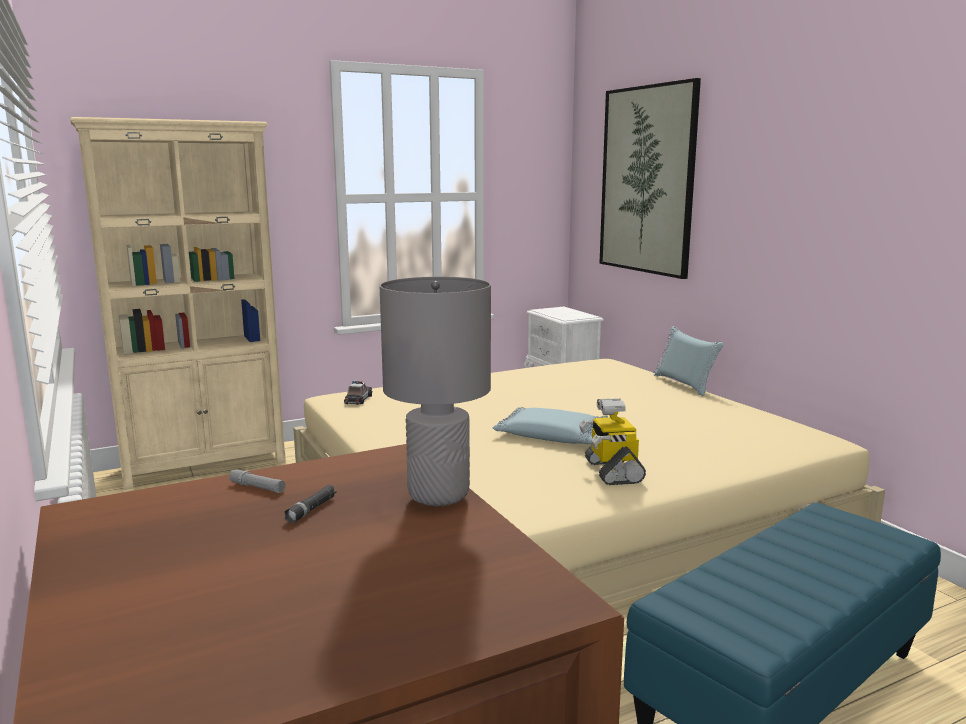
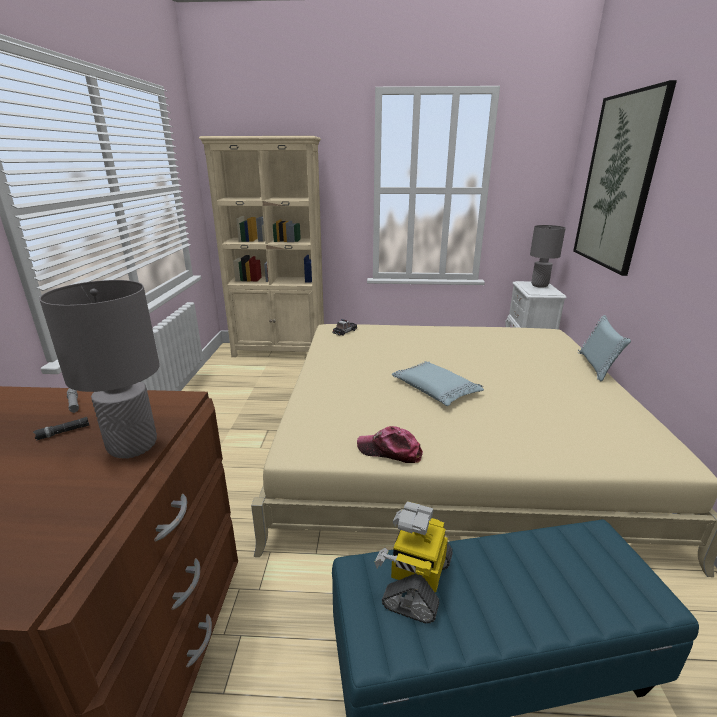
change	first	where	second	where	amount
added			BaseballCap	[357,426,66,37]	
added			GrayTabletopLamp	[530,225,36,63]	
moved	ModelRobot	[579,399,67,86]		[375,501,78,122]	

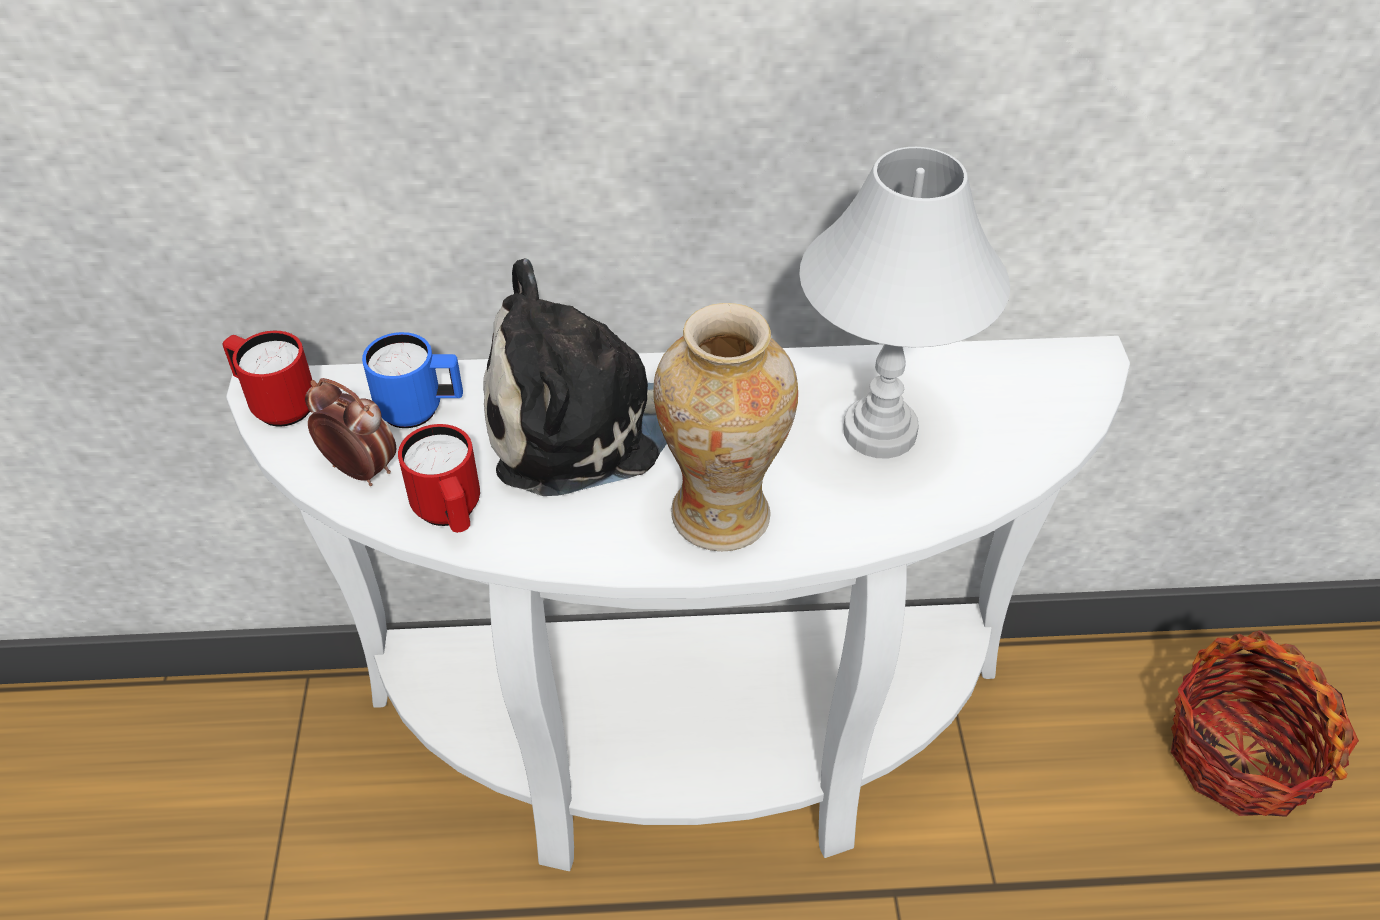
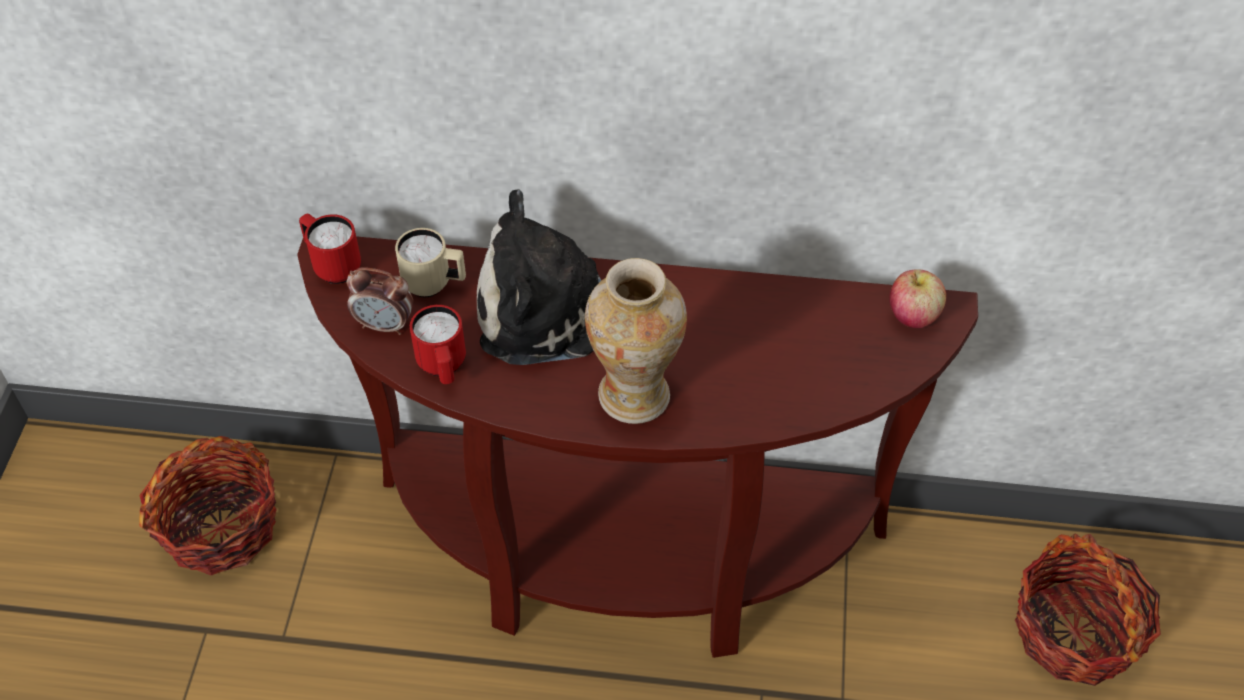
change	first	where	second	where	amount
removed	WhiteTabletopLamp	[799,147,211,312]			
added			Basket	[139,436,138,139]	
added			Apple	[889,269,57,59]	
recoloured	WhiteHallTable	[226,336,904,535]	BrownHallTable	[298,236,680,422]	
recoloured	BluishMug	[362,332,101,96]	BeigeColouredMug	[395,228,71,69]	
turned	AlarmClock	[305,378,91,108]		[347,267,66,68]	150 degrees clockwise

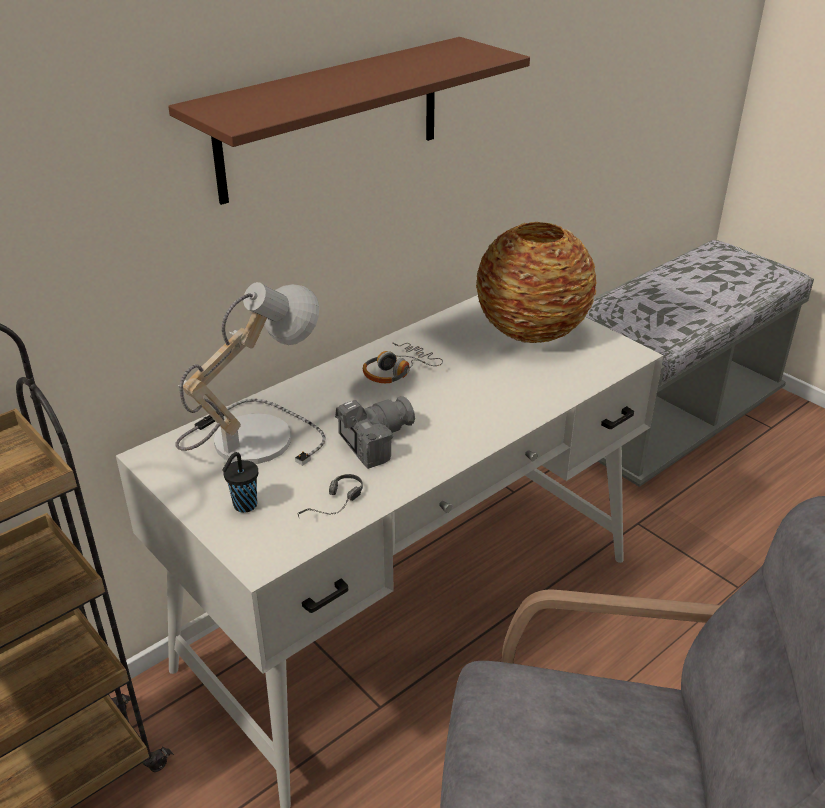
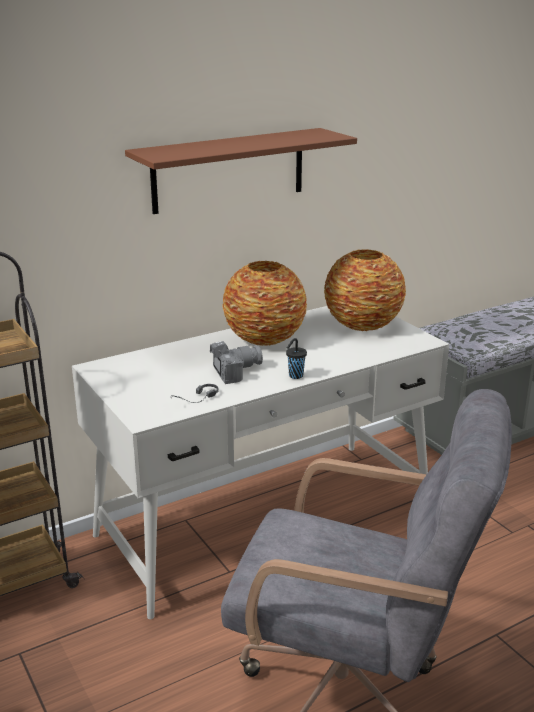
change	first	where	second	where	amount
removed	TabletopLamp	[175,282,151,184]			
moved	BlackishDrinkingCup	[222,452,36,61]		[286,338,21,41]	
replaced	PairOfHeadphones	[363,342,80,41]	FlowerVase	[222,261,85,85]	

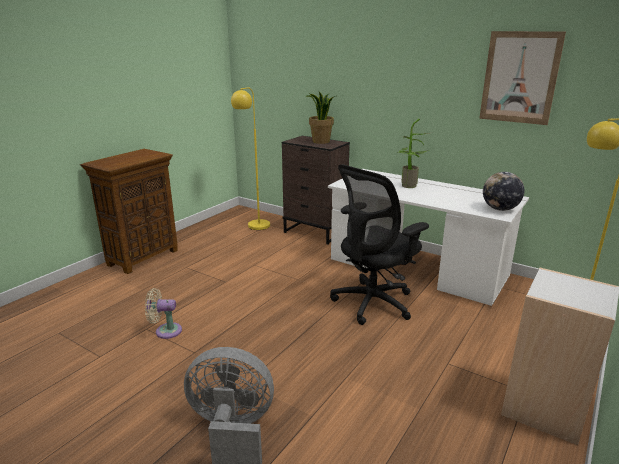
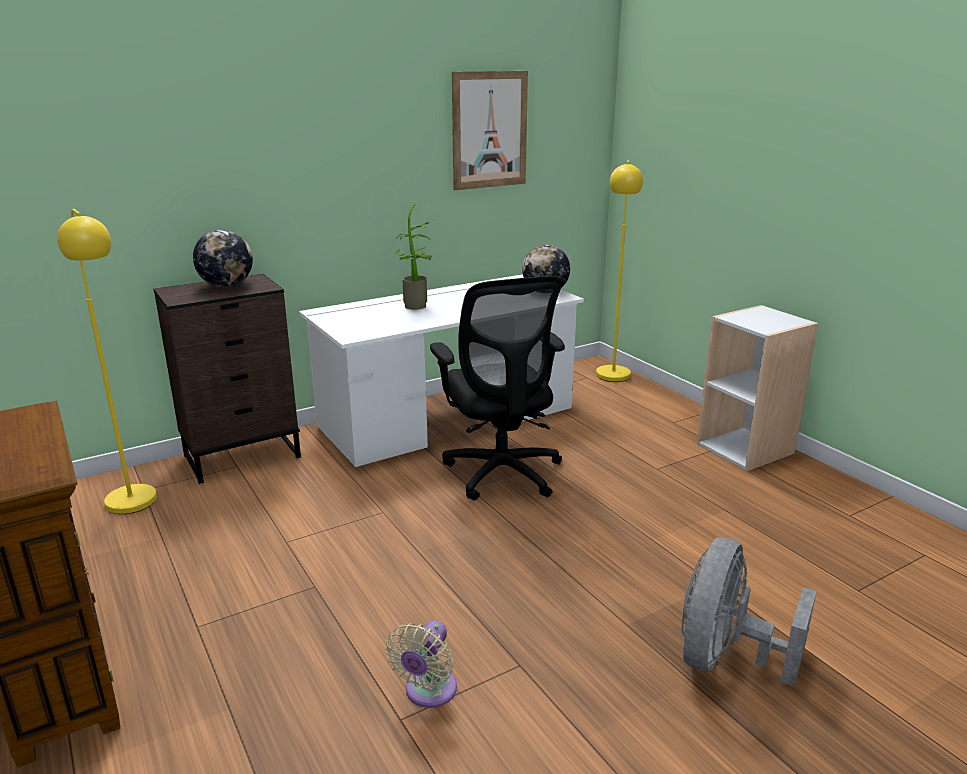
change	first	where	second	where	amount
replaced	PottedPlant	[305,92,30,52]	WorldGlobe	[193,230,60,57]	

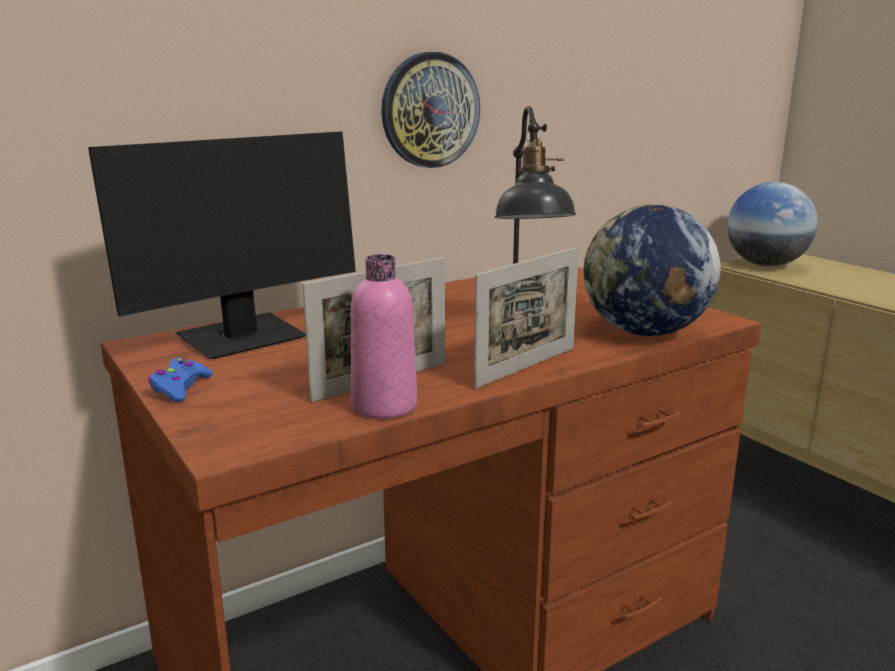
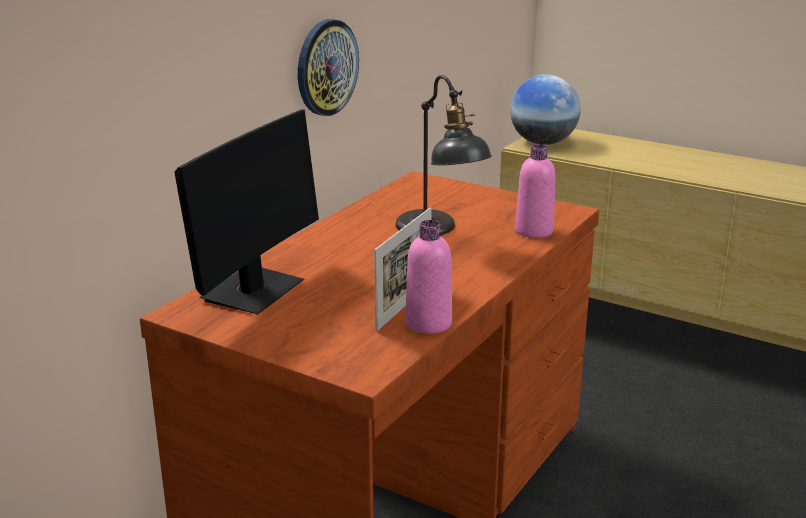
change	first	where	second	where	amount
removed	BluishGameController	[148,357,65,45]			
removed	PhotoFrame	[474,247,105,142]			
replaced	WorldGlobe	[583,205,138,131]	PinkColouredDrinkBottle	[515,144,40,94]	

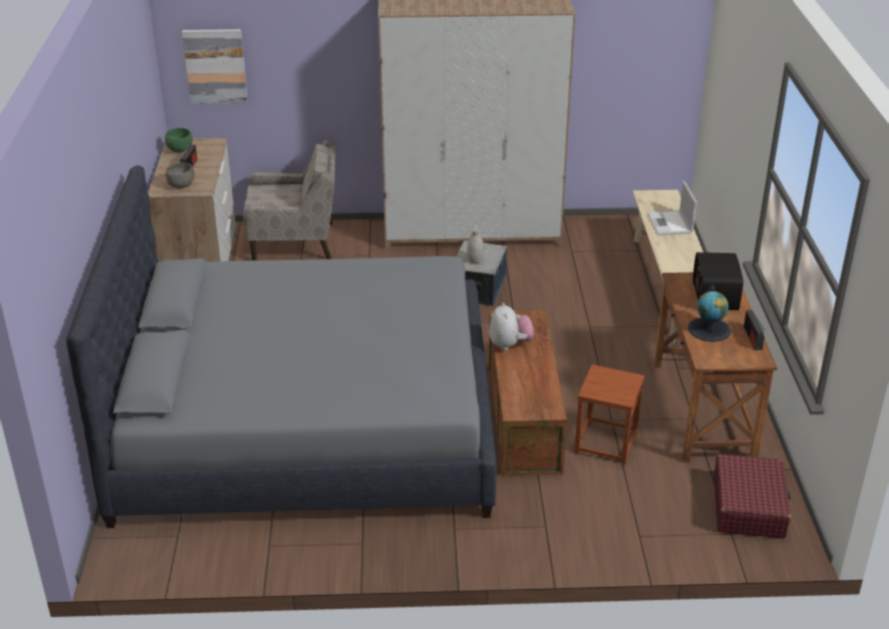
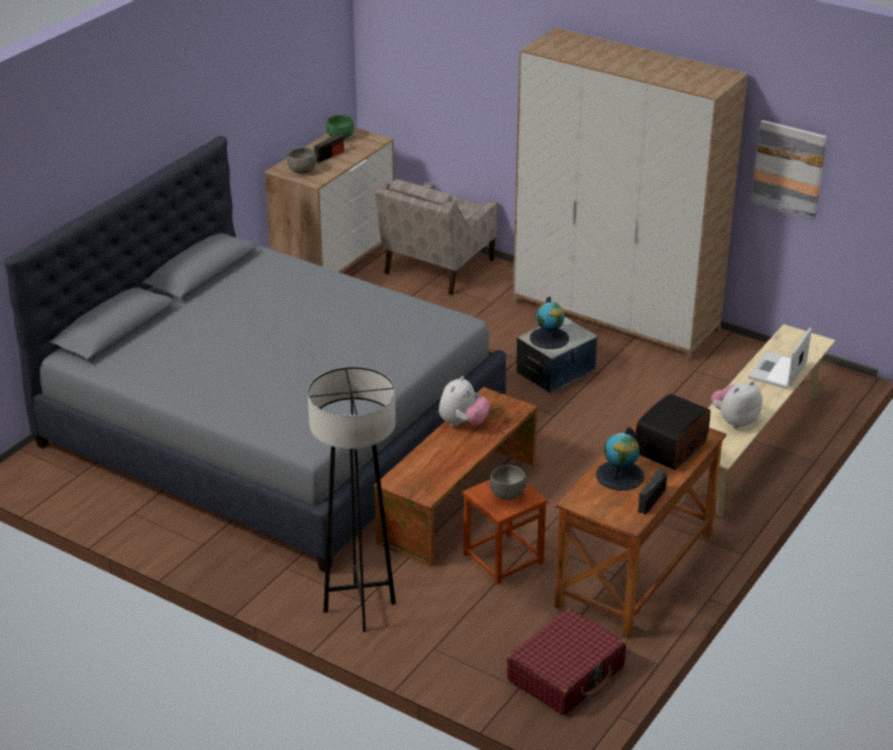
change	first	where	second	where	amount
added			GrayStandingLamp	[308,367,88,265]	
added			GrayDeepDish	[489,465,38,35]	
added			CuddlyToy	[711,381,51,47]	
moved	WallArt	[182,29,66,75]		[751,120,76,100]	
replaced	WhiteFlowerVase	[467,225,17,38]	WorldGlobe	[530,297,39,52]	
turned	BeigeColouredLoungeChair	[244,140,92,121]		[375,179,123,116]	90 degrees clockwise

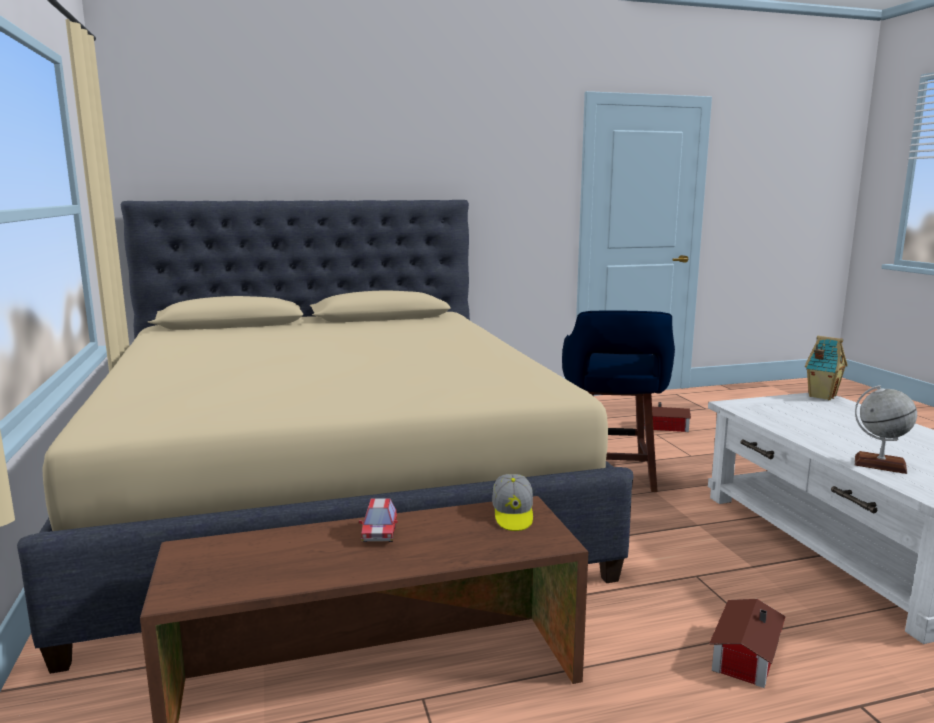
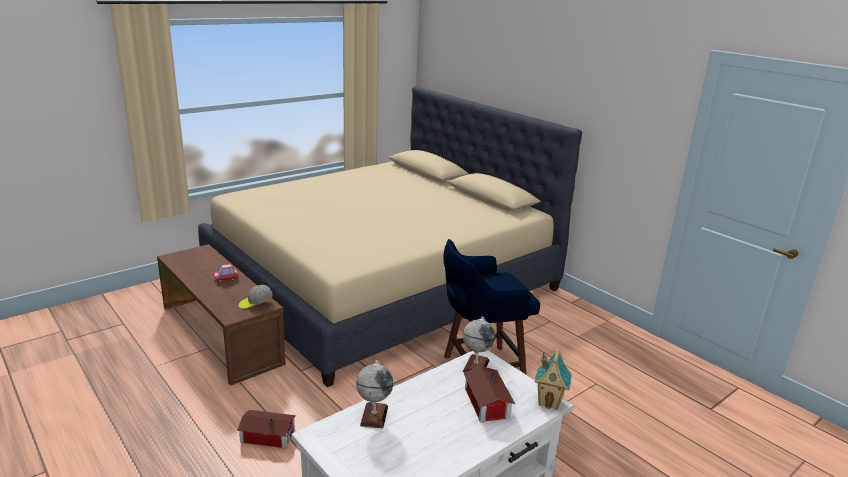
change	first	where	second	where	amount
added			WorldGlobe	[463,316,32,56]	
moved	ToyHouse	[644,402,47,30]		[464,366,51,56]	

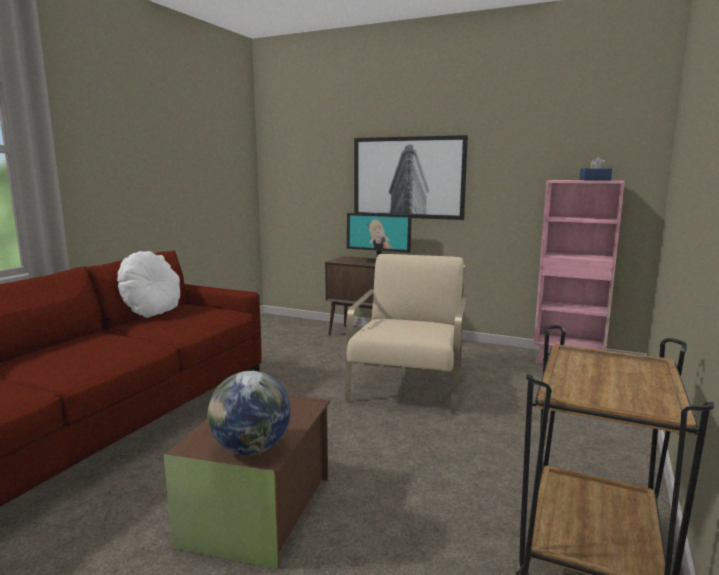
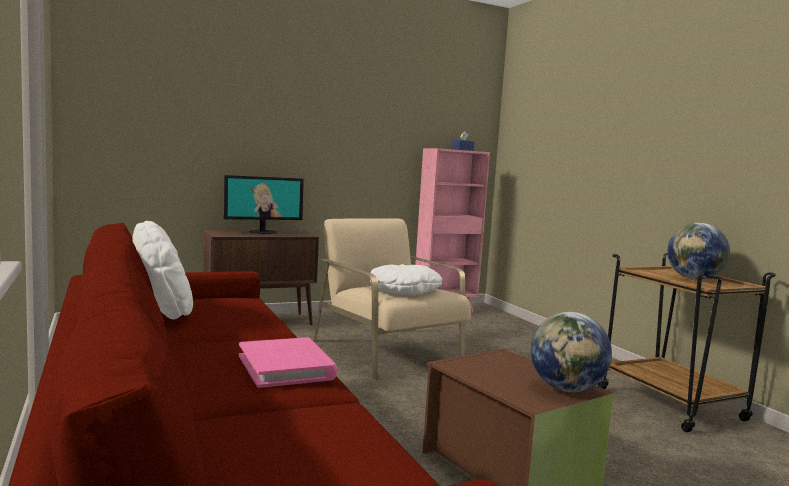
change	first	where	second	where	amount
removed	WallArt	[354,135,114,85]			
added			PinkColouredBook	[239,337,99,51]	
added			WhiteCushion	[370,264,72,31]	
added			WorldGlobe	[667,223,63,57]	

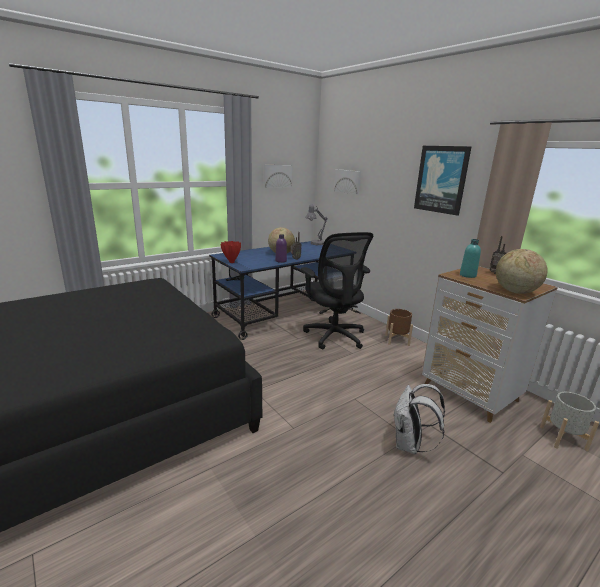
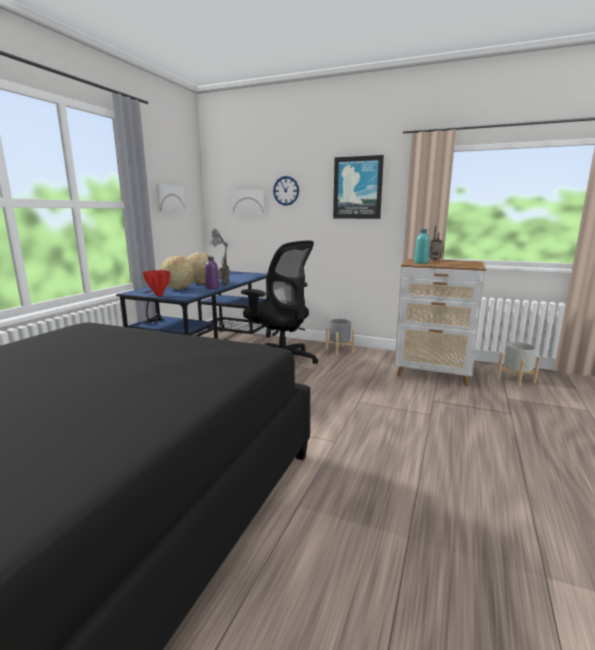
change	first	where	second	where	amount
removed	WhiteKnapsack	[394,384,51,70]			
added			WallClock	[273,176,26,30]	
moved	WorldGlobe	[496,249,52,45]		[160,255,35,34]	
recoloured	BrownFlowerPot	[385,309,28,37]	GrayFlowerPot	[326,319,29,36]	

